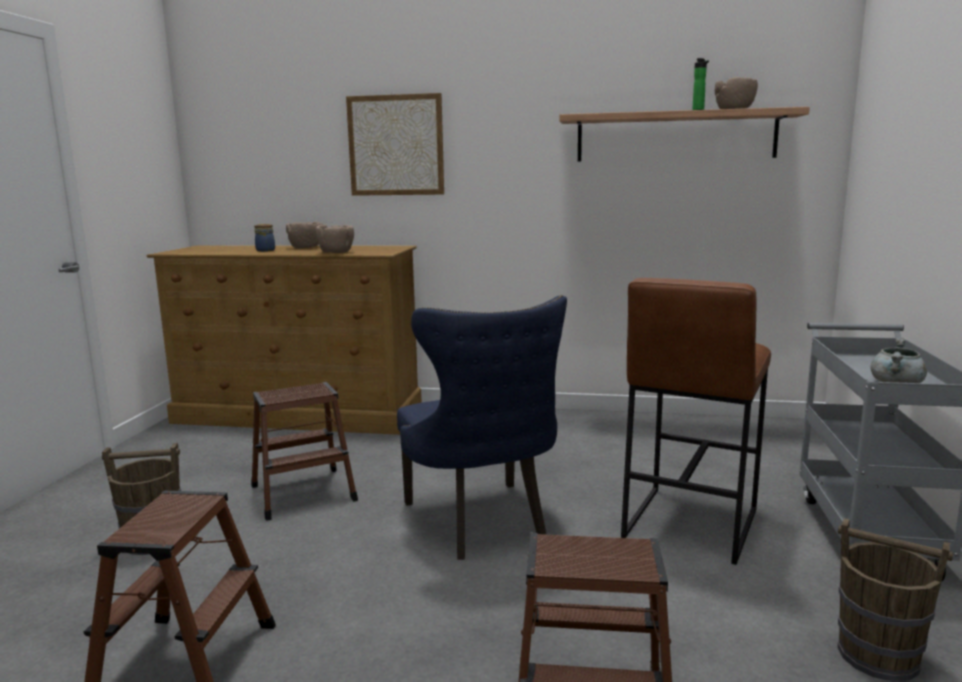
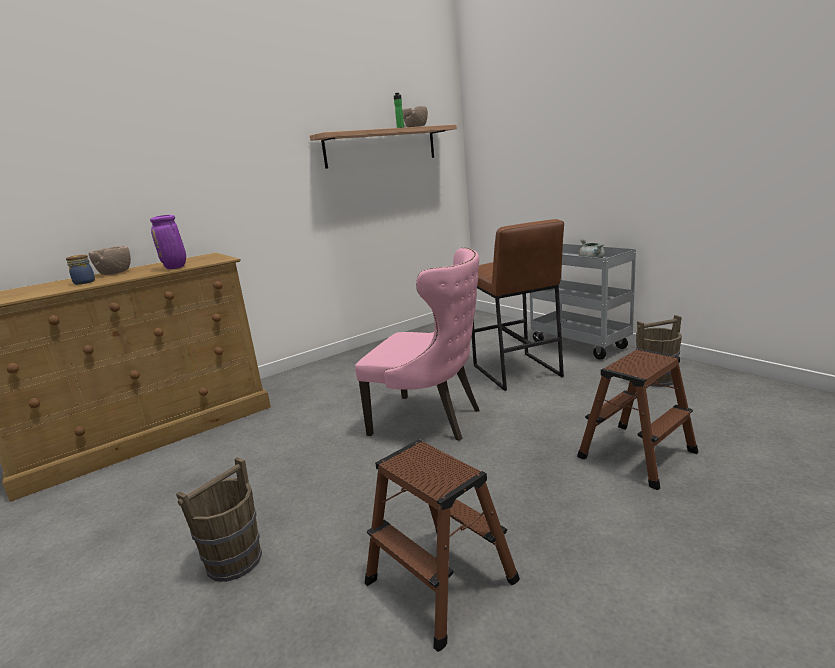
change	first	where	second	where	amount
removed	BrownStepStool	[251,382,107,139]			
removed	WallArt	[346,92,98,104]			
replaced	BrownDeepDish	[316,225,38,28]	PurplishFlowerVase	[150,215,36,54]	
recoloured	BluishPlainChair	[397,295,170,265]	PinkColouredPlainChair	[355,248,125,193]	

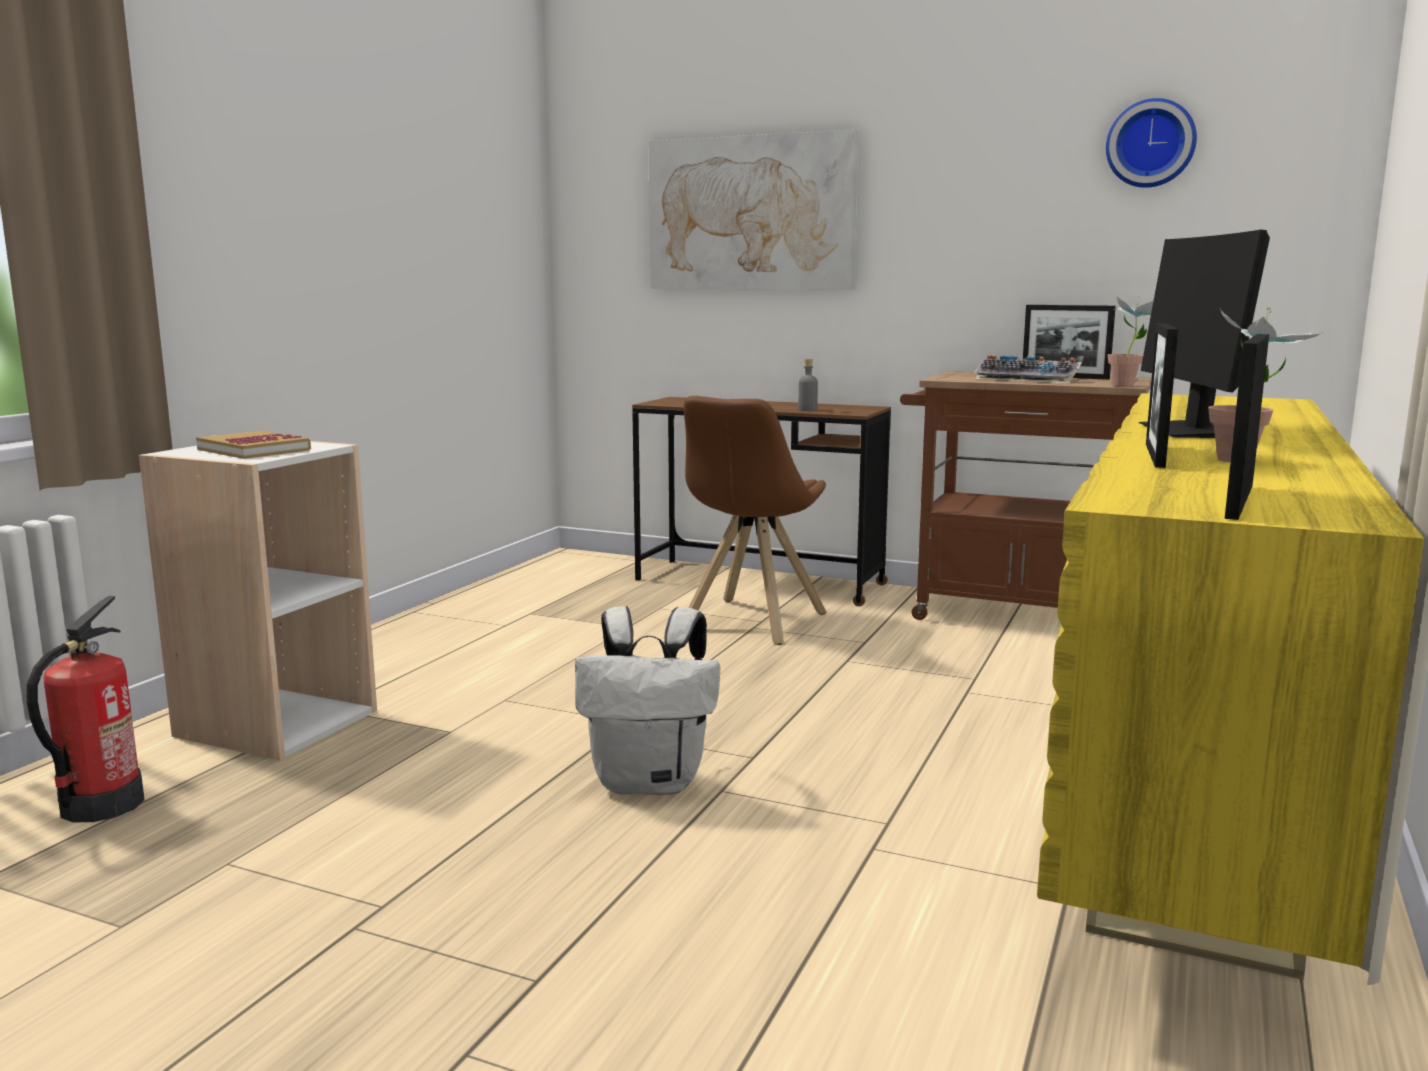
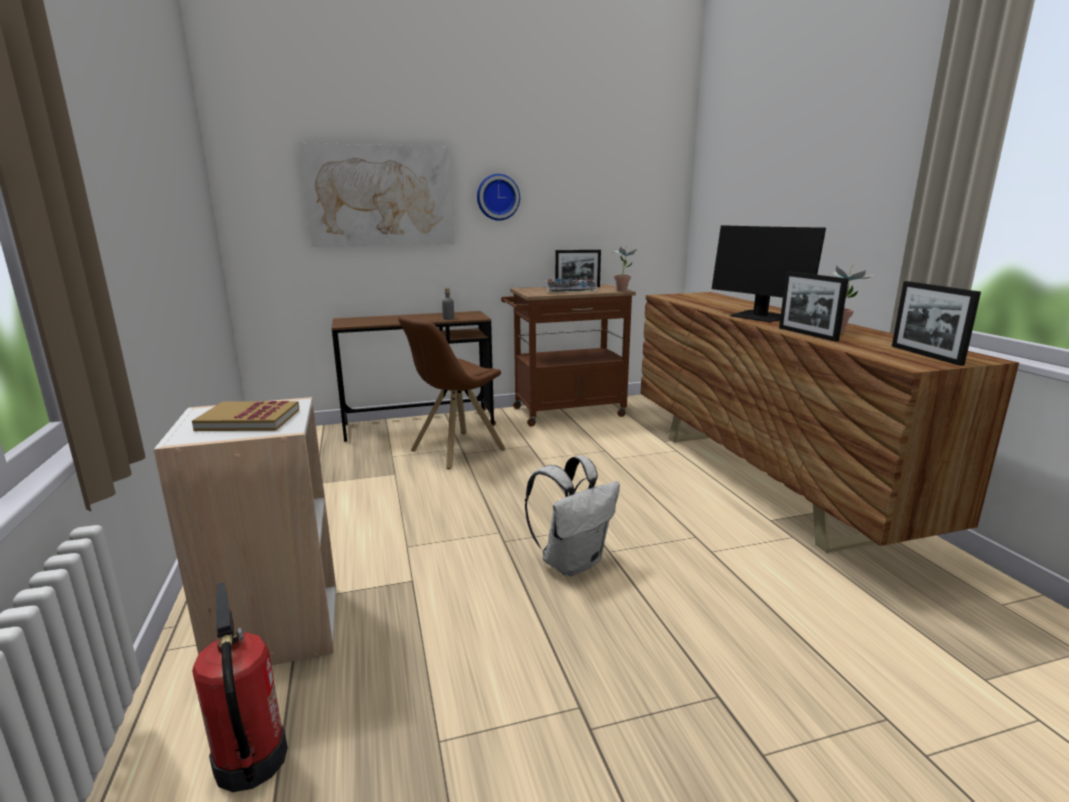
change	first	where	second	where	amount
moved	WallClock	[1106,98,91,90]		[477,174,43,47]	
recoloured	YellowCupboard	[1037,393,388,587]	BrownCupboard	[641,292,378,261]	
turned	BrownPlainChair	[684,396,143,249]		[398,315,108,154]	60 degrees clockwise

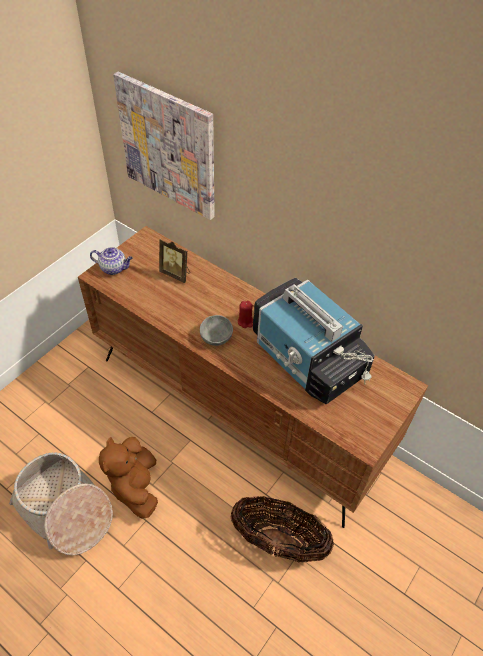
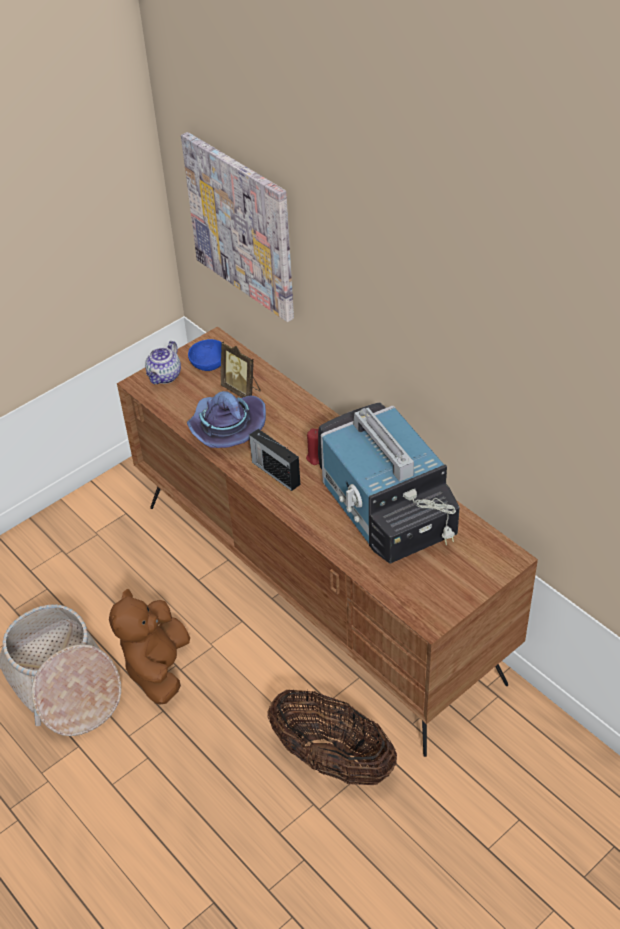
change	first	where	second	where	amount
added			PurplishClothingHat	[187,391,79,57]	
added			BluishDeepDish	[188,339,34,32]	
replaced	GrayDeepDish	[200,315,33,31]	RadioSet	[249,429,51,62]	
turned	Teapot	[90,247,43,28]		[145,341,36,43]	90 degrees clockwise

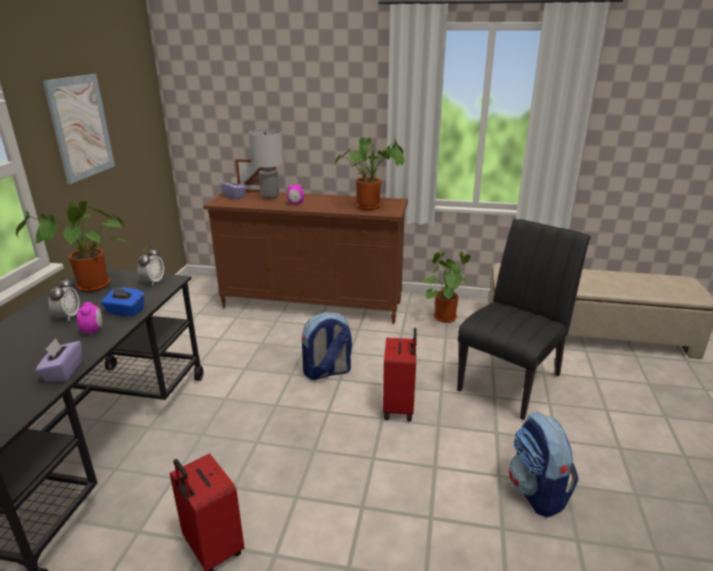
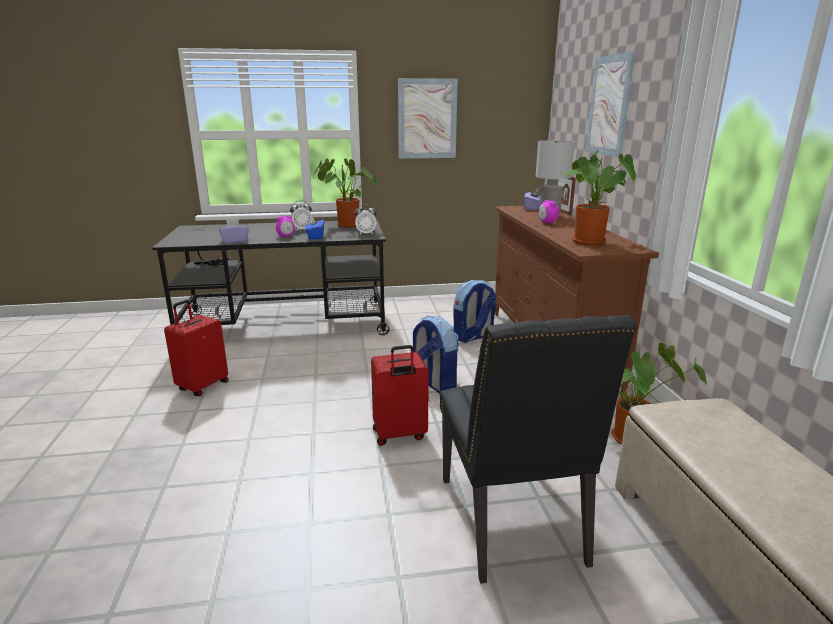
change	first	where	second	where	amount
added			WallArt	[585,51,51,106]	
moved	Knapsack	[508,412,70,105]		[453,280,43,63]	
turned	BlackishPlainChair	[457,219,134,201]		[439,315,198,269]	60 degrees clockwise

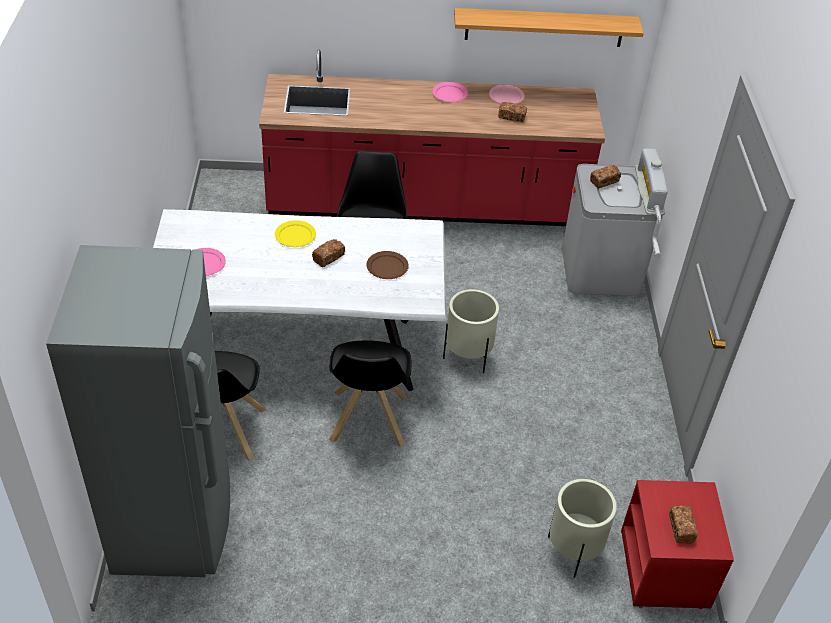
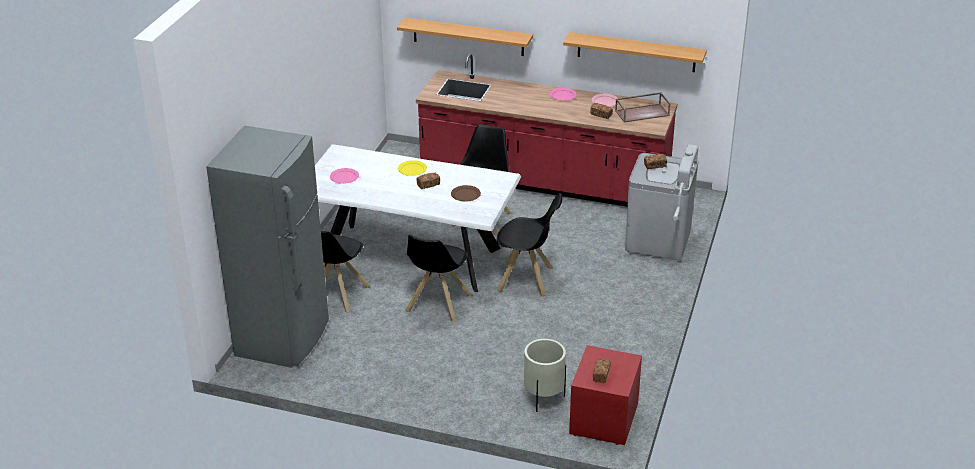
change	first	where	second	where	amount
added			Shelf	[397,18,136,38]	
added			BrownTray	[615,92,55,30]	
replaced	BeigeColouredFlowerPot	[443,289,56,84]	BlackishPlainChair	[497,193,65,104]	

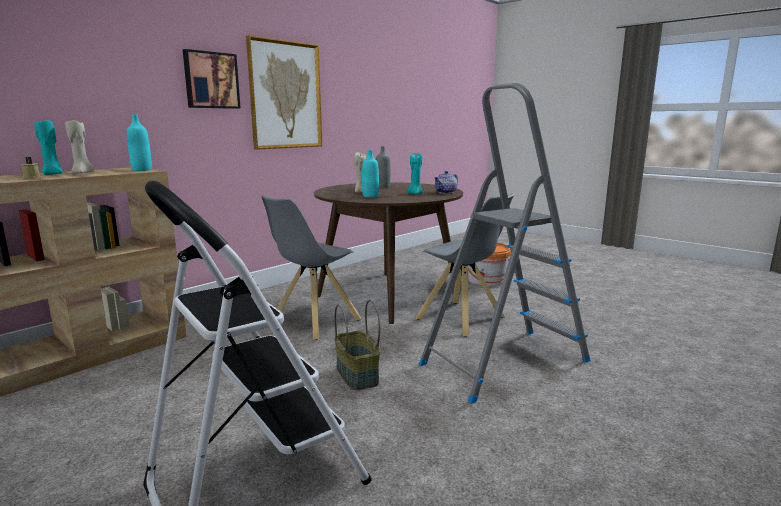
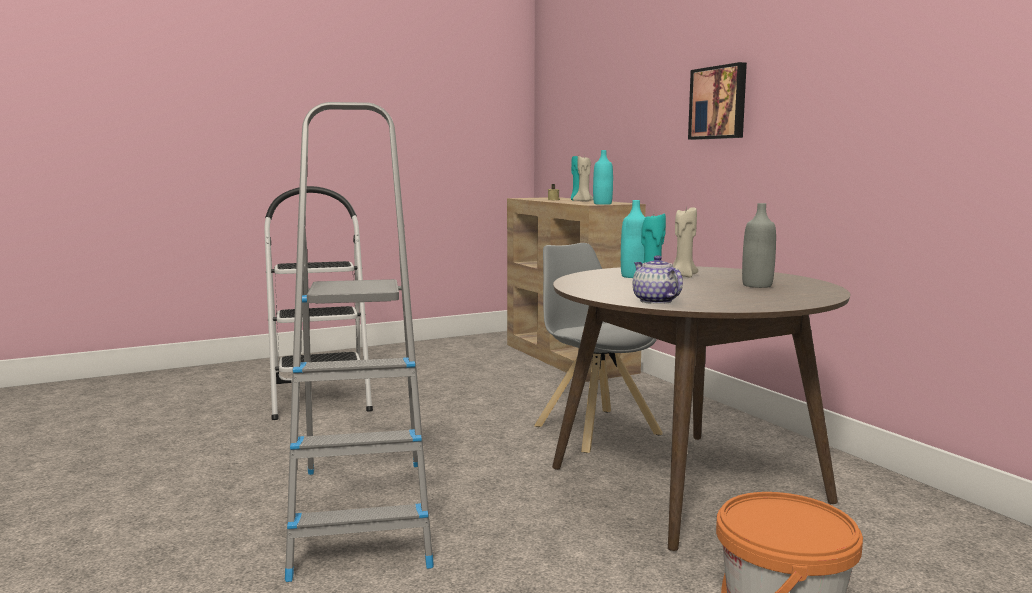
change	first	where	second	where	amount
removed	WallArt	[246,35,76,115]			
removed	Basket	[335,300,45,90]			
removed	GrayPlainChair	[415,193,100,144]			

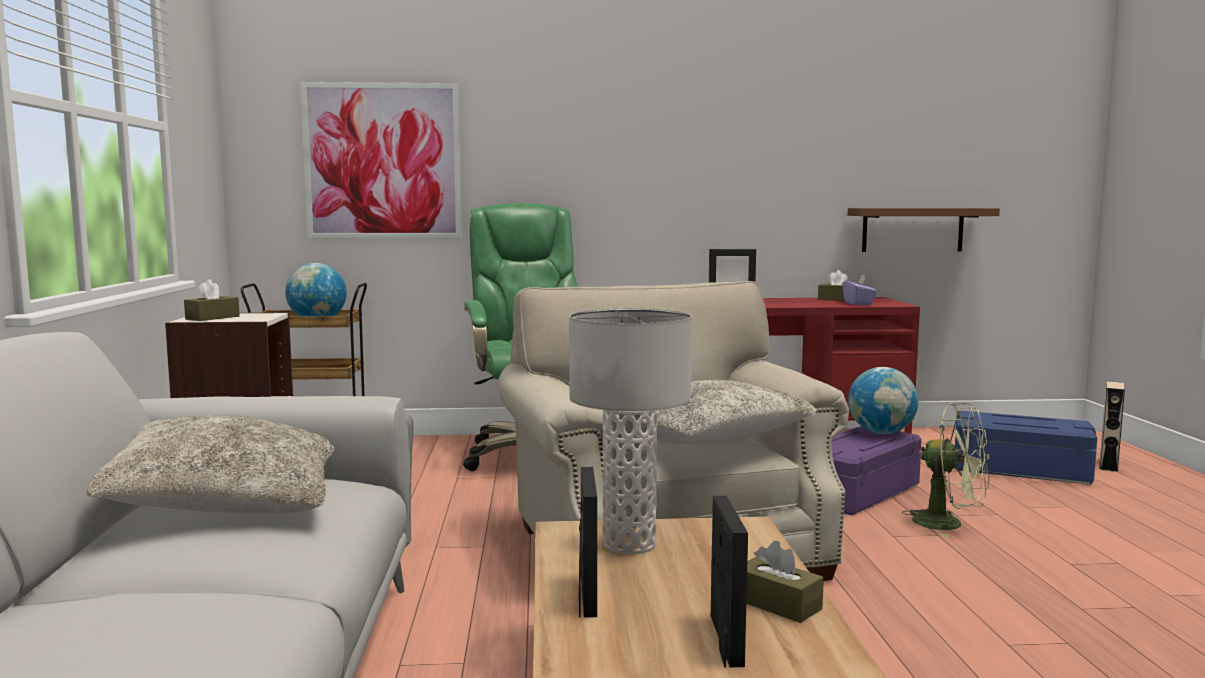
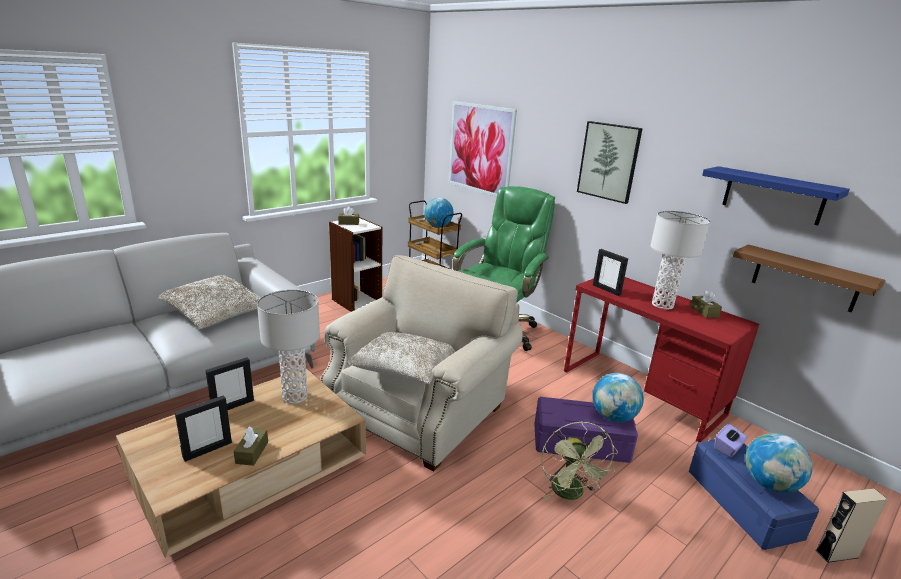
change	first	where	second	where	amount
added			WallArt	[577,121,66,83]	
added			WhiteTabletopLamp	[651,211,60,99]	
added			BluishShelf	[702,166,148,59]	
added			WorldGlobe	[745,433,67,60]	
moved	PurplishTissueBox	[842,275,35,30]		[715,424,33,34]	

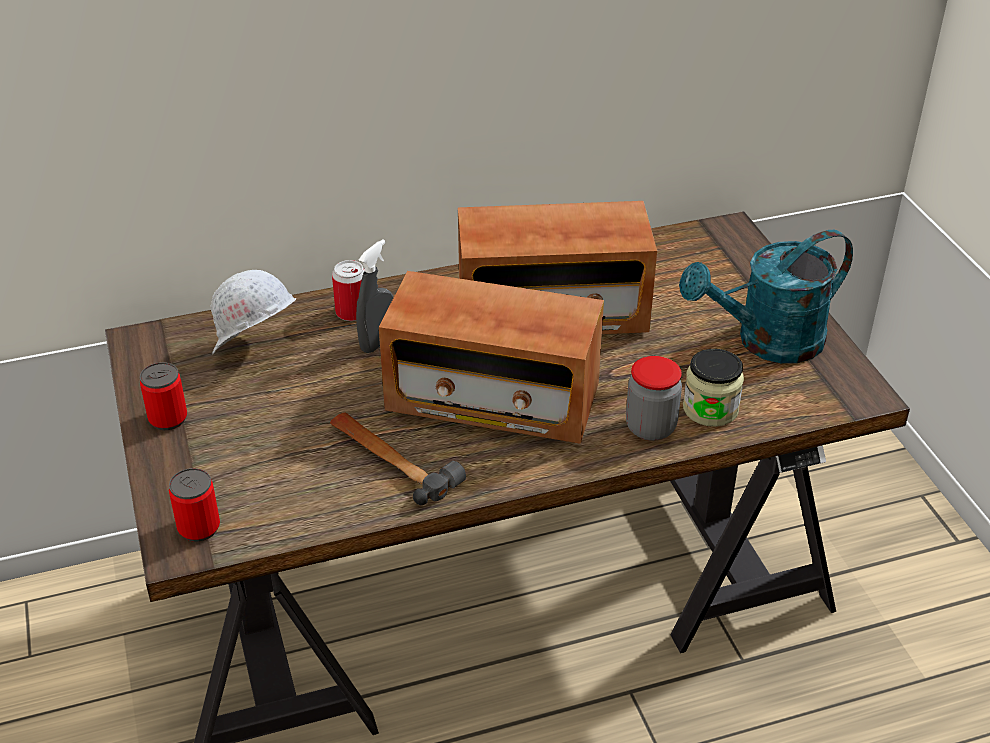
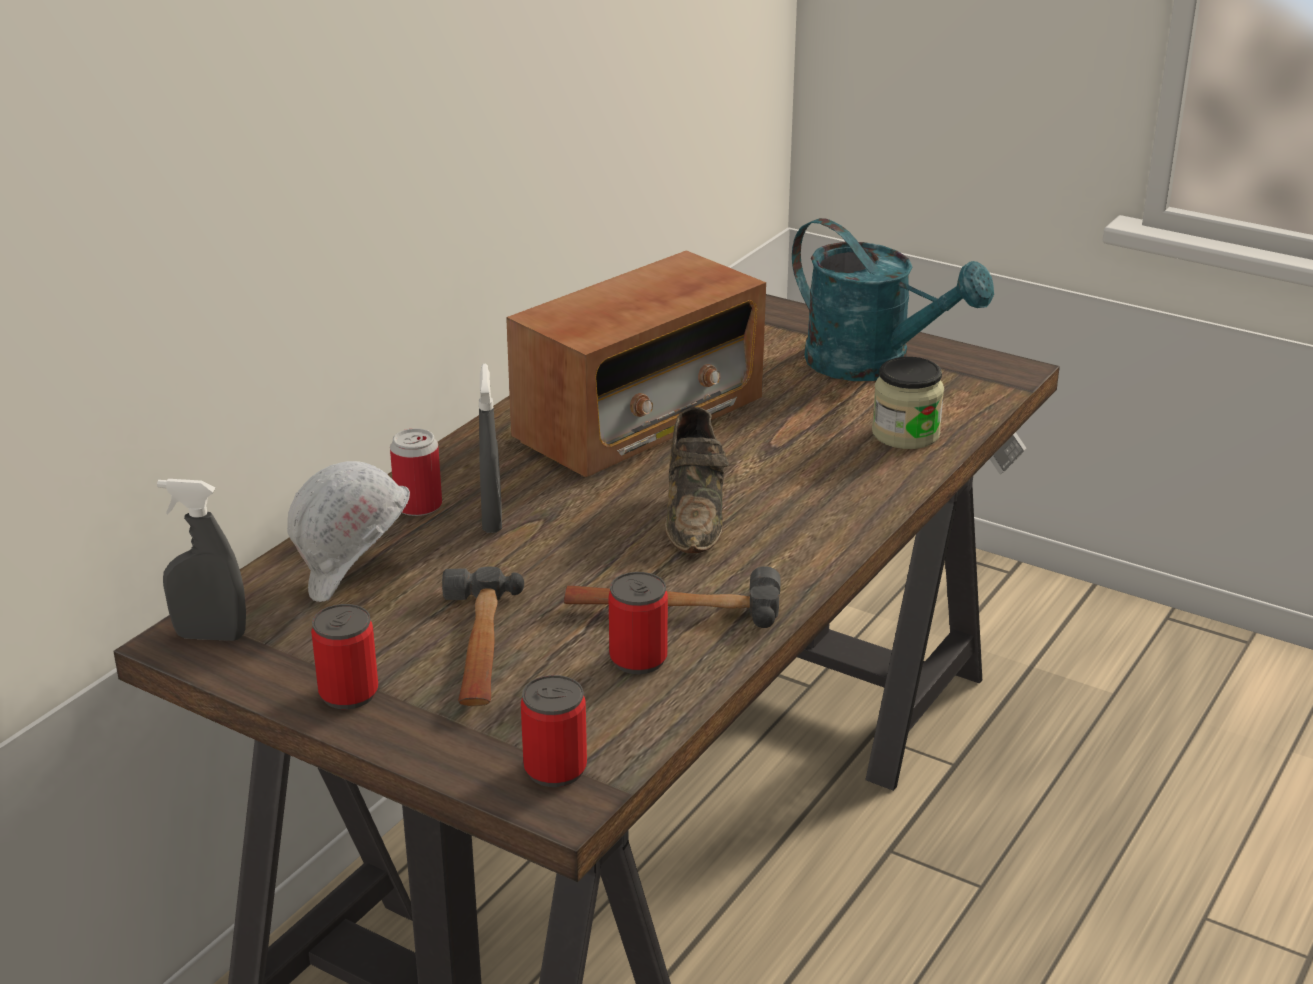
change	first	where	second	where	amount
removed	PreserveJar	[626,356,56,85]			
added			GraySprayer	[157,479,89,162]	
added			HandHammer	[442,567,82,139]	
added			MetalCan	[609,572,59,102]	
replaced	RadioSet	[379,271,225,173]	BrownShoe	[665,407,64,146]	
turned	BlueGreenWateringPot	[679,230,174,133]		[792,218,202,163]	75 degrees counterclockwise

